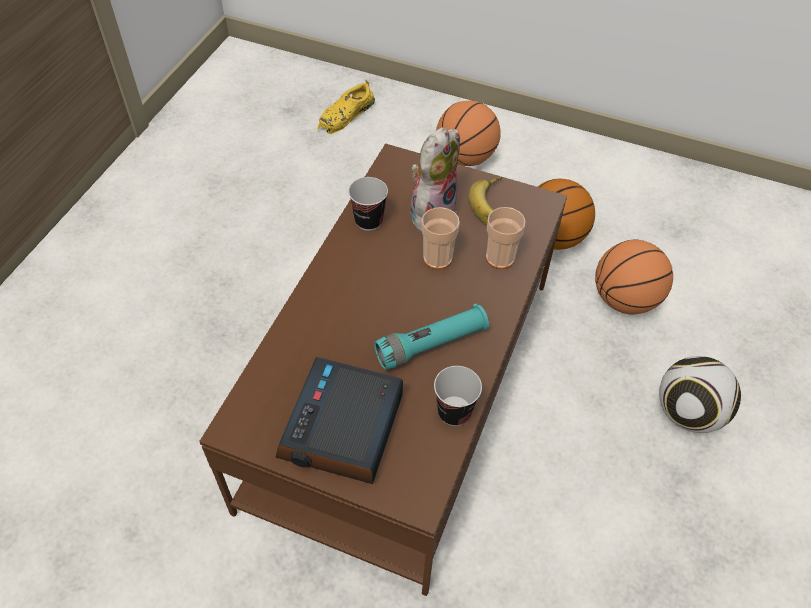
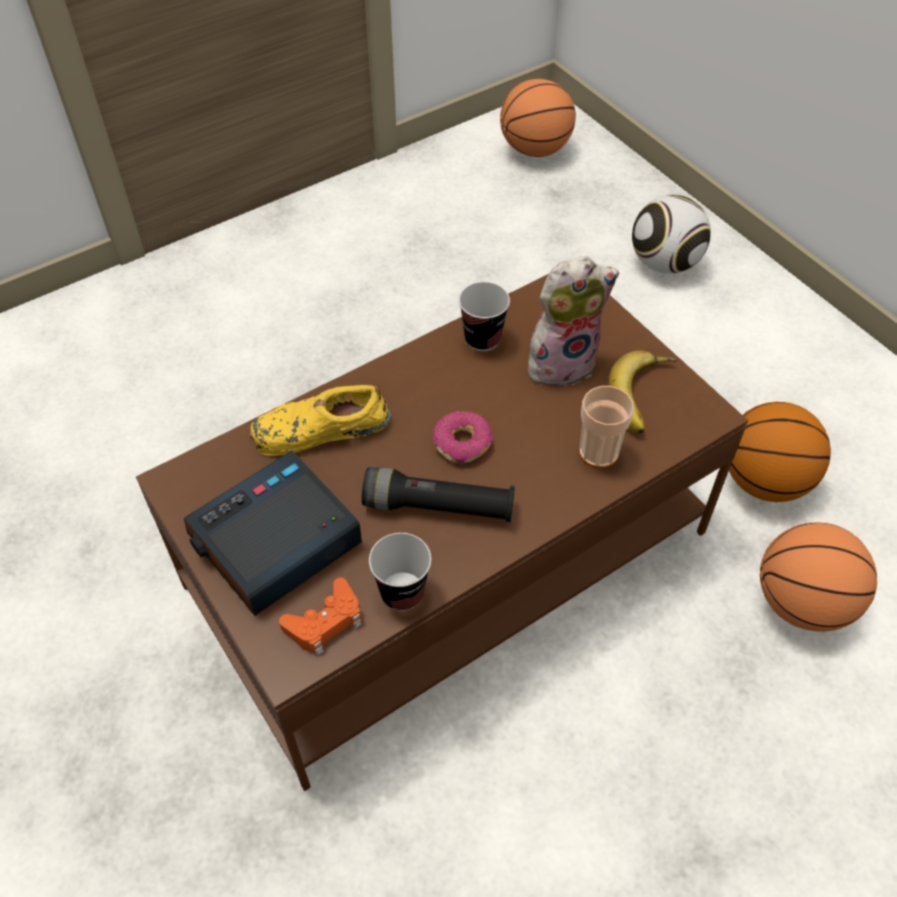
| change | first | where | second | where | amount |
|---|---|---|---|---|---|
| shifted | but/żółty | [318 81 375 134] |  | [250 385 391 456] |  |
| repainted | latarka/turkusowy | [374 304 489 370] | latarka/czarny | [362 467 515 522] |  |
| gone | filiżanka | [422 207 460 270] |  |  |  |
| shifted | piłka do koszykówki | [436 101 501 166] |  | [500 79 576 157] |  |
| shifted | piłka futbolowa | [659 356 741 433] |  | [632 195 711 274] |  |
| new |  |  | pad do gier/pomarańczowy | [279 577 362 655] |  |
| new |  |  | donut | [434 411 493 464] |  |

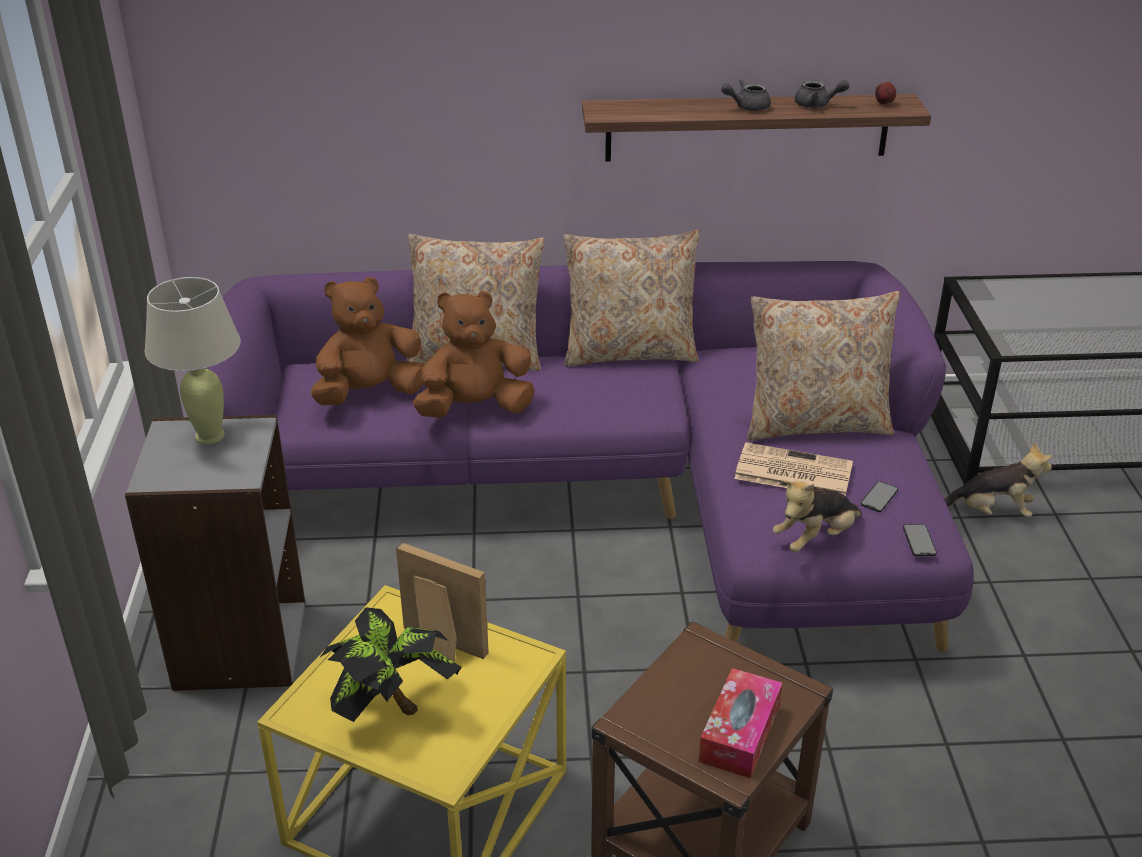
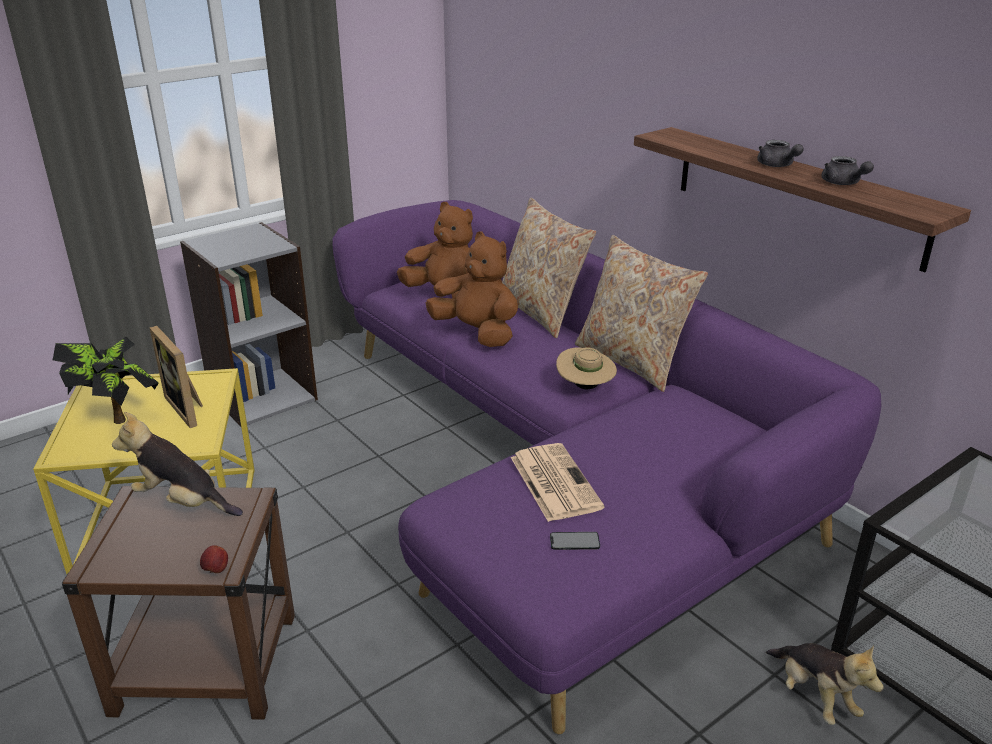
| change | first | where | second | where | amount |
|---|---|---|---|---|---|
| gone | lampa stołowa/beżowy | [144 277 241 444] |  |  |  |
| rotated | ramka na zdjęcie | [396 542 489 662] |  | [150 326 203 428] | 150 degrees clockwise |
| gone | pudełko chusteczek | [699 668 782 778] |  |  |  |
| rotated | imbryk/szary | [721 79 771 111] |  | [757 140 804 167] | 150 degrees counterclockwise |
| gone | poduszka/beżowy | [747 291 900 441] |  |  |  |
| shifted | pluszak | [773 480 862 552] |  | [112 412 243 516] |  |
| shifted | jabłko | [875 82 896 105] |  | [200 545 228 573] |  |
| gone | telefon | [903 524 937 556] |  |  |  |
| new |  |  | kapelusz/beżowy | [556 347 617 389] |  |

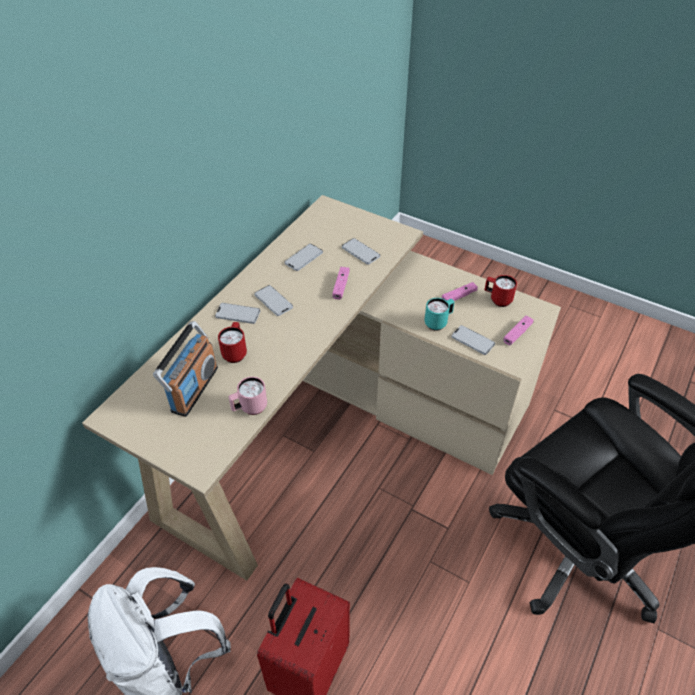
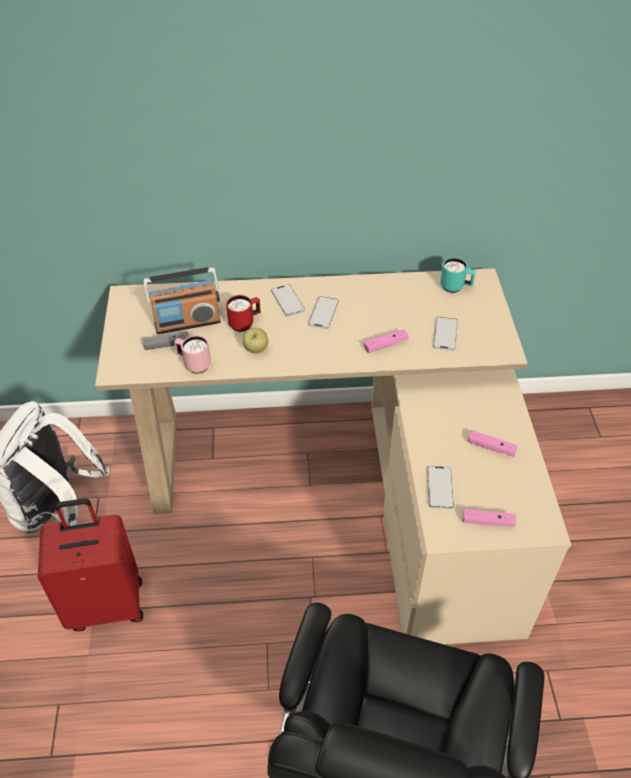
| change | first | where | second | where | amount |
|---|---|---|---|---|---|
| gone | telefon | [284 244 323 271] |  |  |  |
| shifted | kubek/turkusowy | [425 298 455 331] |  | [440 258 476 293] |  |
| gone | kubek/czerwony | [484 275 517 307] |  |  |  |
| new |  |  | pad do gier/szary | [143 331 189 350] |  |
| new |  |  | jabłko | [243 328 268 353] |  |

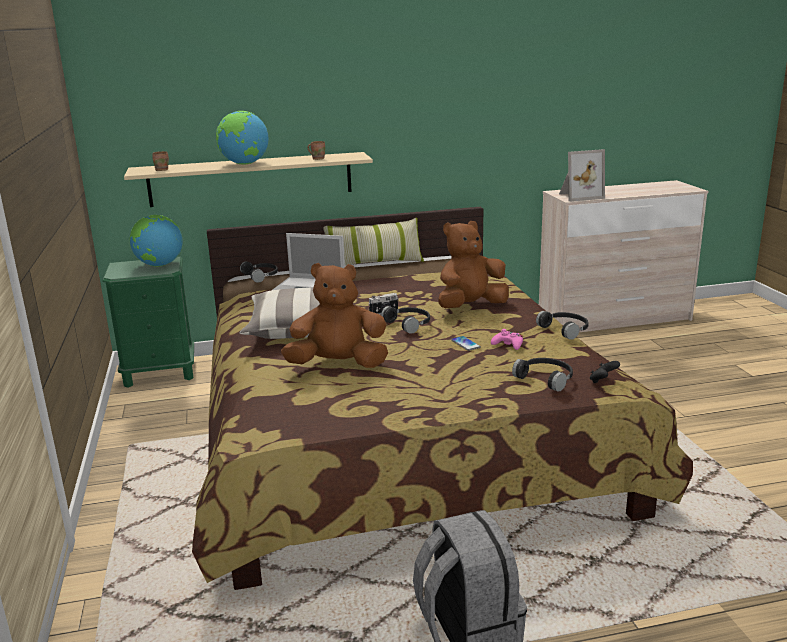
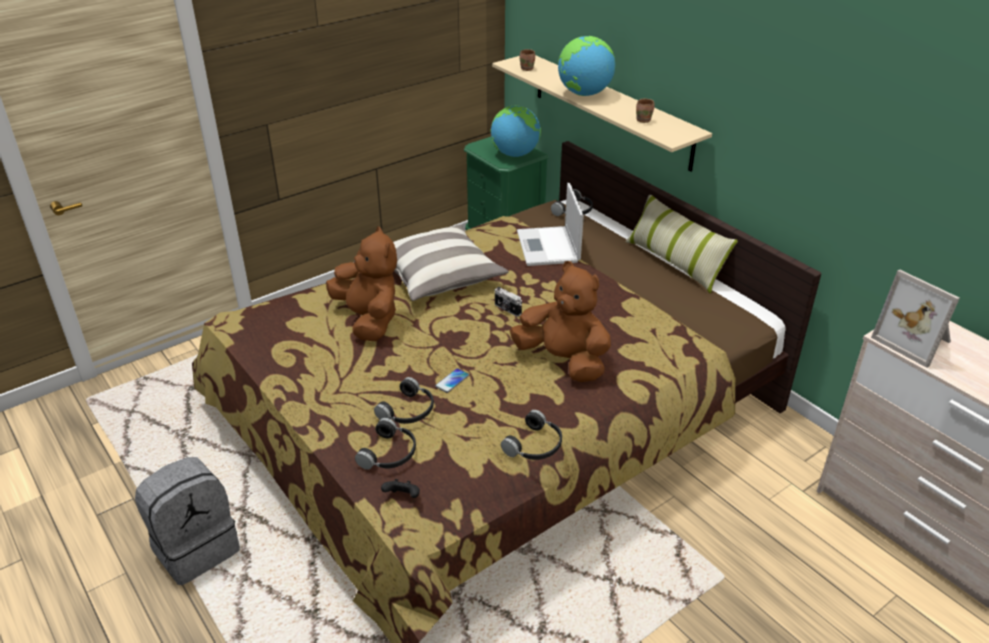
| change | first | where | second | where | amount |
|---|---|---|---|---|---|
| shifted | słuchawki/czarny | [381 306 430 334] |  | [374 377 434 424] |  |
| gone | pad do gier/różowy | [491 329 523 350] |  |  |  |

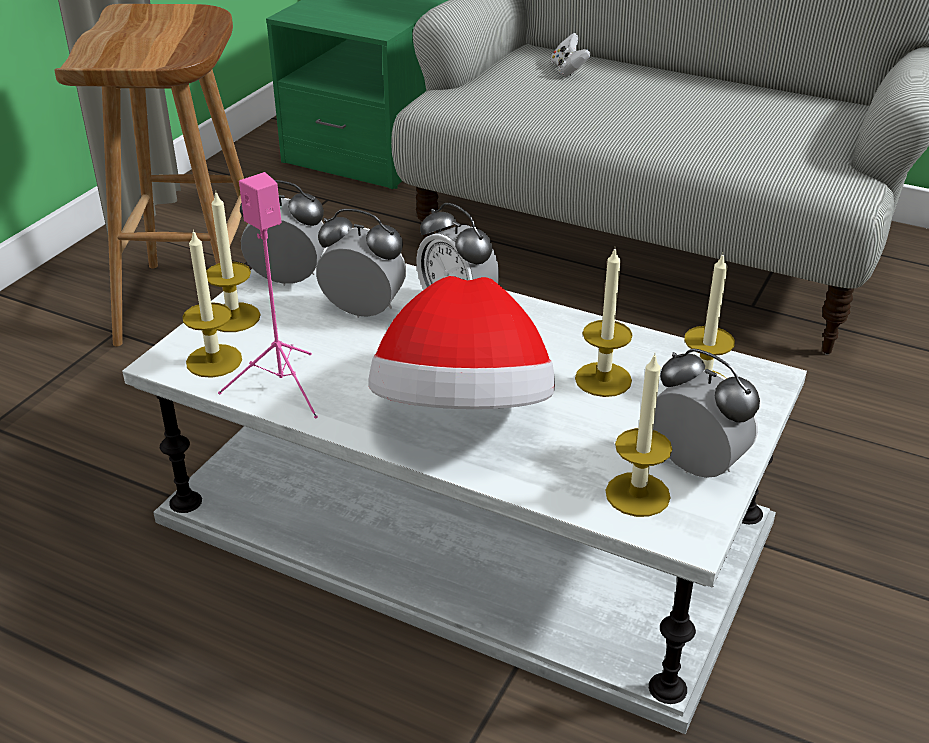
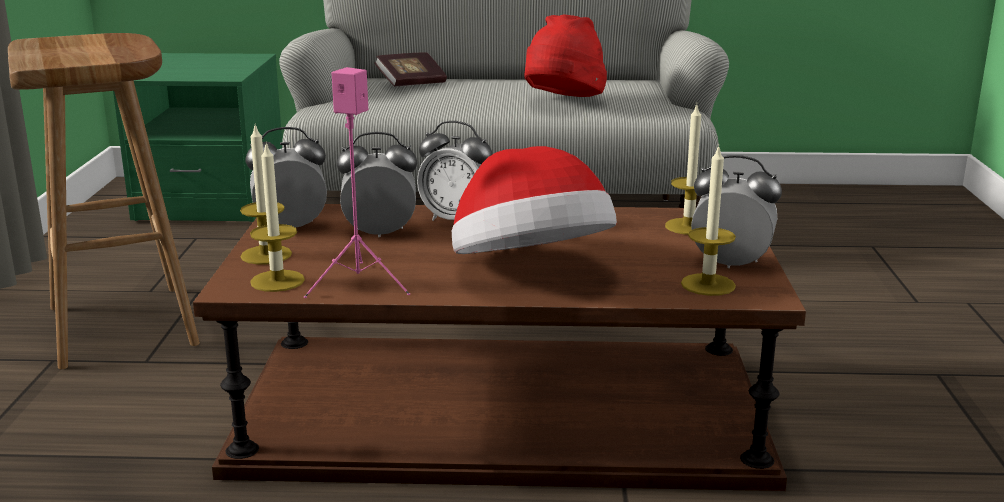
| change | first | where | second | where | amount |
|---|---|---|---|---|---|
| repainted | ława/biały | [122 247 807 734] | ława/brązowy | [193 204 806 491] |  |
| swapped | pad do gier/biały | [551 33 591 77] | książka | [375 52 447 87] |  |
| gone | świeca | [575 246 633 397] |  |  |  |
| new |  |  | kapelusz/czerwony | [524 15 607 97] |  |

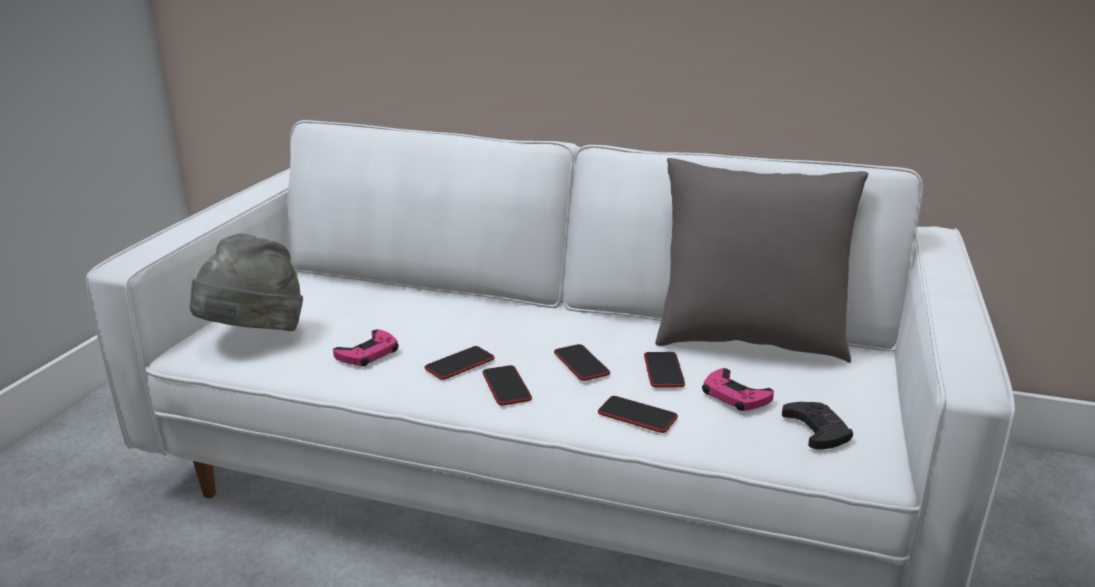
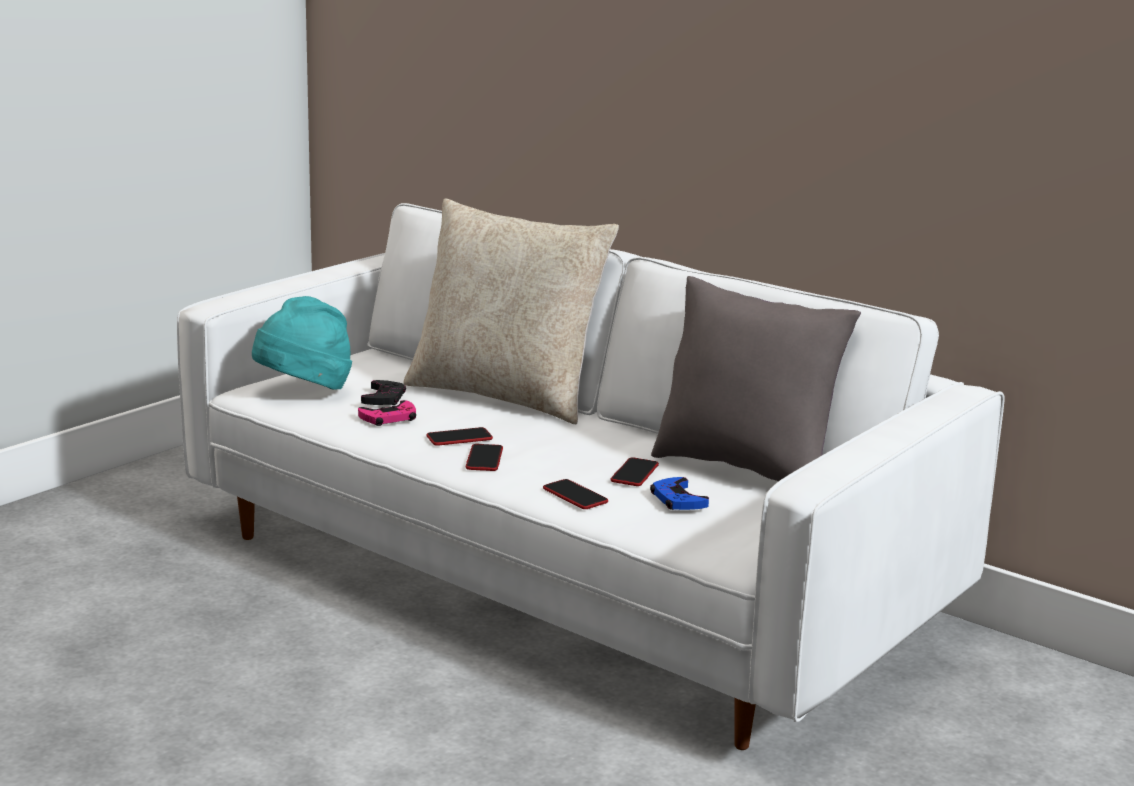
| change | first | where | second | where | amount |
|---|---|---|---|---|---|
| repainted | kapelusz/szary | [190 234 303 331] | kapelusz/turkusowy | [252 296 352 390] |  |
| gone | telefon | [554 344 610 381] |  |  |  |
| repainted | pad do gier/różowy | [702 368 774 411] | pad do gier/niebieski | [650 477 709 510] |  |
| shifted | pad do gier/czarny | [782 402 853 450] |  | [361 380 406 405] |  |
| new |  |  | poduszka/beżowy | [403 199 619 424] |  |

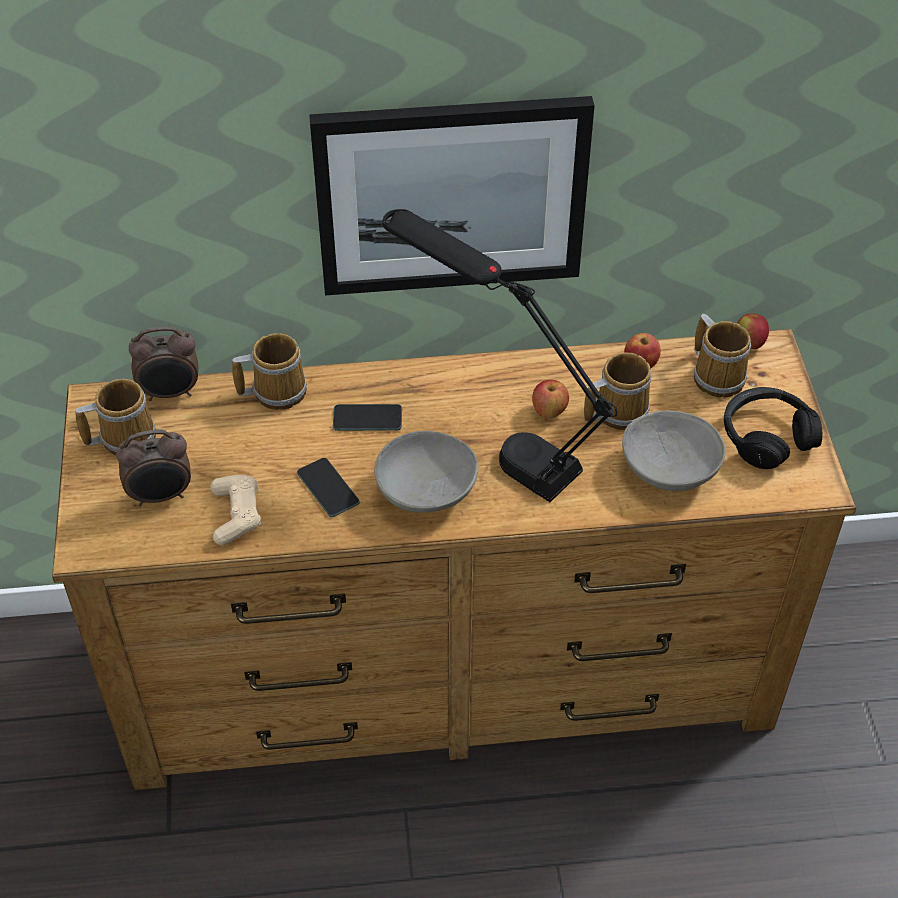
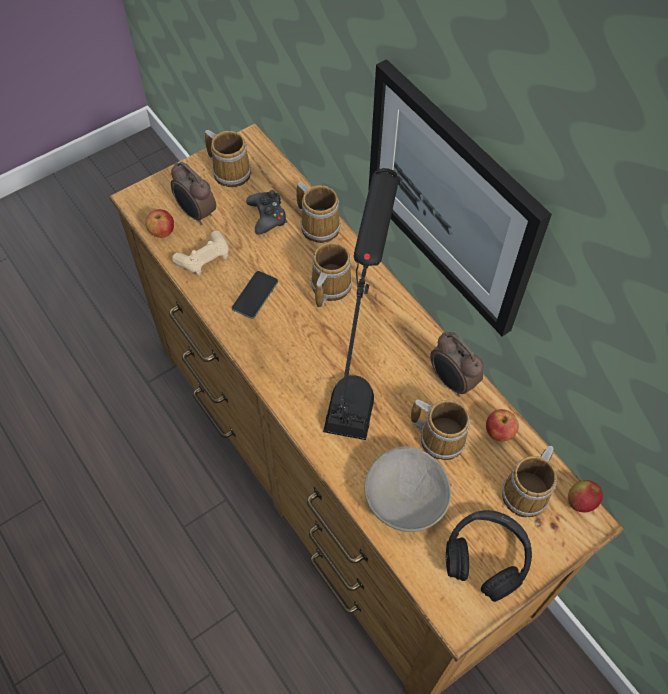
| change | first | where | second | where | amount |
|---|---|---|---|---|---|
| shifted | budzik | [129 326 198 401] |  | [430 332 484 396] |  |
| swapped | telefon | [333 404 402 431] | kubek | [311 242 353 308] |  |
| gone | miska/szary | [374 431 478 513] |  |  |  |
| shifted | jabłko | [532 380 569 419] |  | [145 209 174 238] |  |
| new |  |  | pad do gier/czarny | [246 190 287 235] |  |

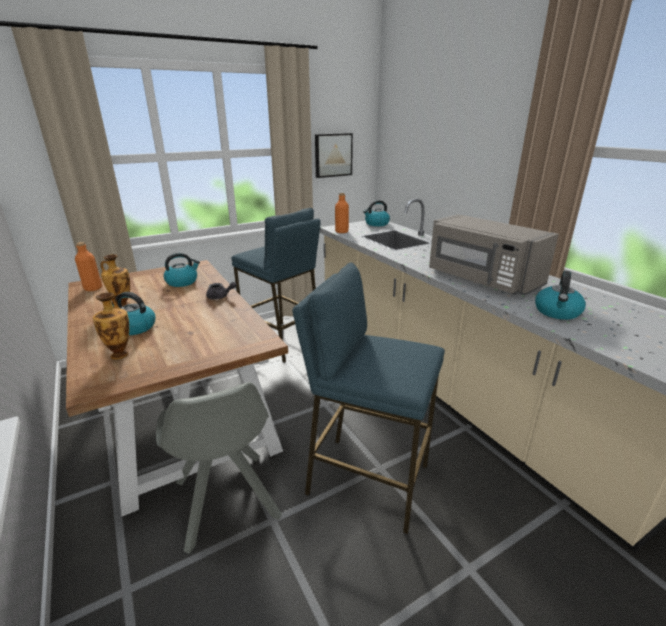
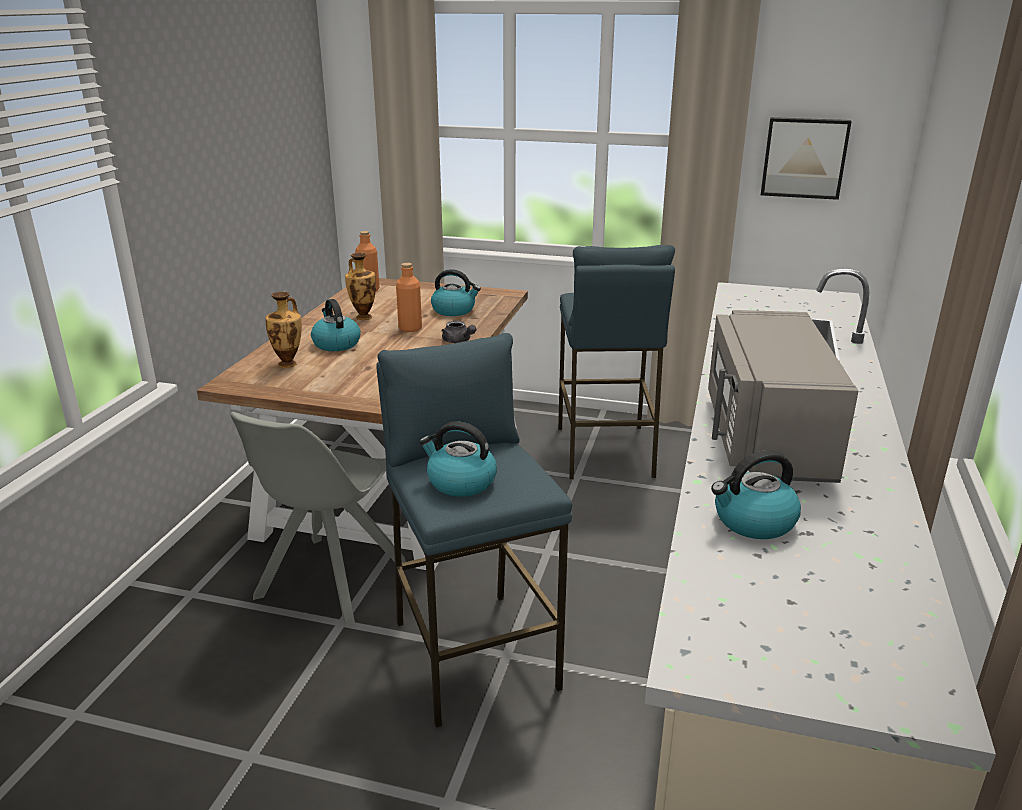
| change | first | where | second | where | amount |
|---|---|---|---|---|---|
| shifted | butelka/pomarańczowy | [335 193 349 233] |  | [396 263 422 332] |  |
| shifted | czajnik | [363 200 390 226] |  | [419 421 497 497] |  |

